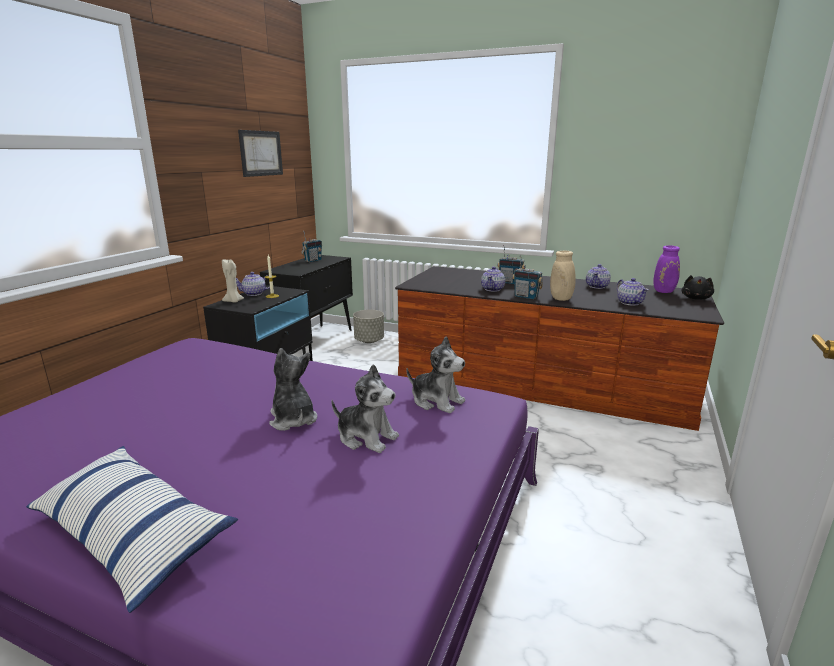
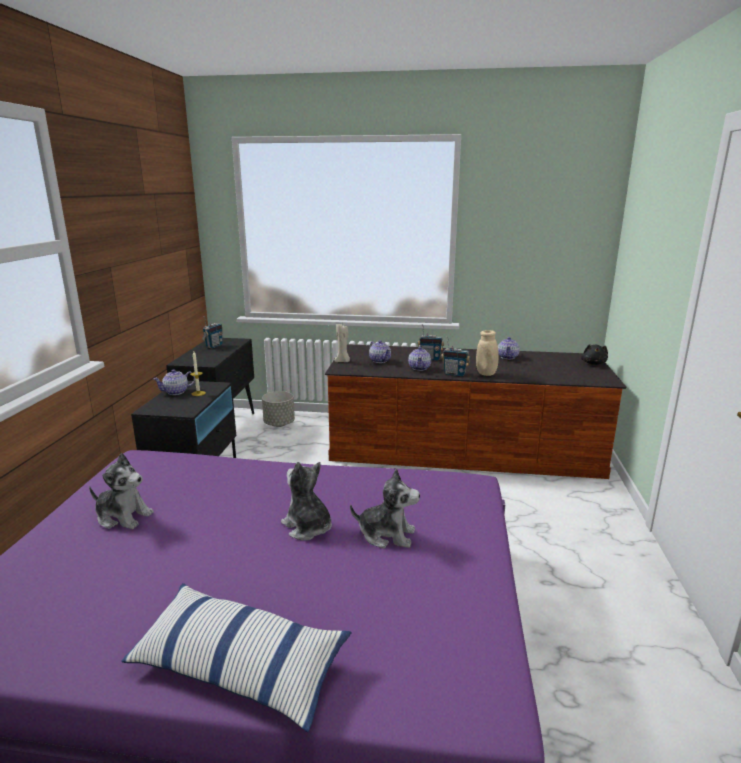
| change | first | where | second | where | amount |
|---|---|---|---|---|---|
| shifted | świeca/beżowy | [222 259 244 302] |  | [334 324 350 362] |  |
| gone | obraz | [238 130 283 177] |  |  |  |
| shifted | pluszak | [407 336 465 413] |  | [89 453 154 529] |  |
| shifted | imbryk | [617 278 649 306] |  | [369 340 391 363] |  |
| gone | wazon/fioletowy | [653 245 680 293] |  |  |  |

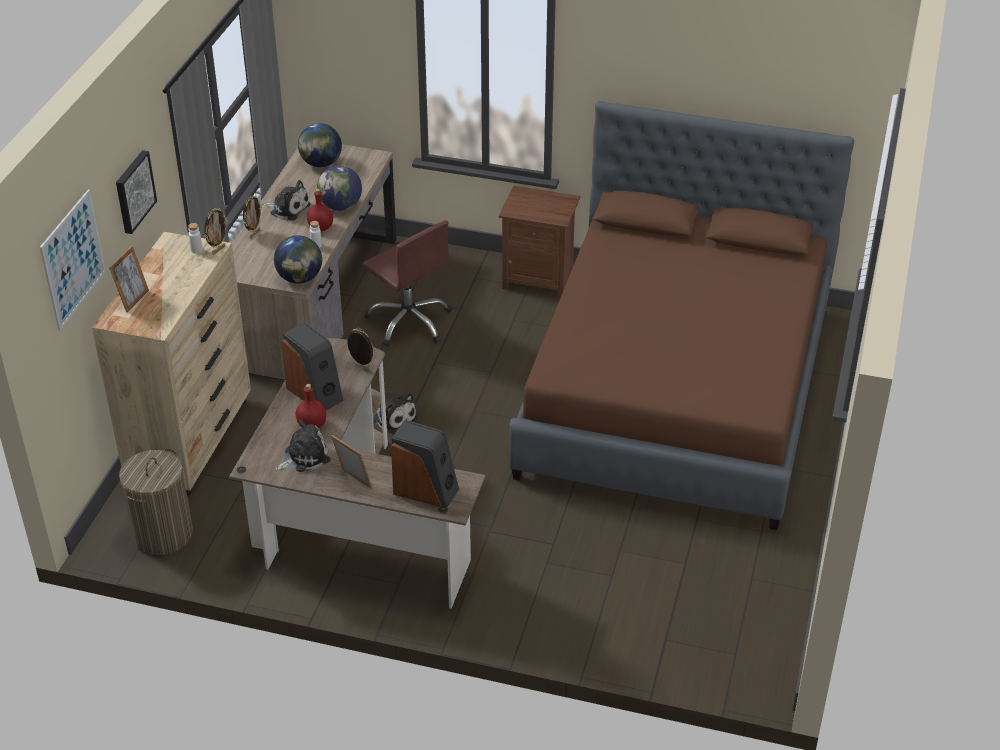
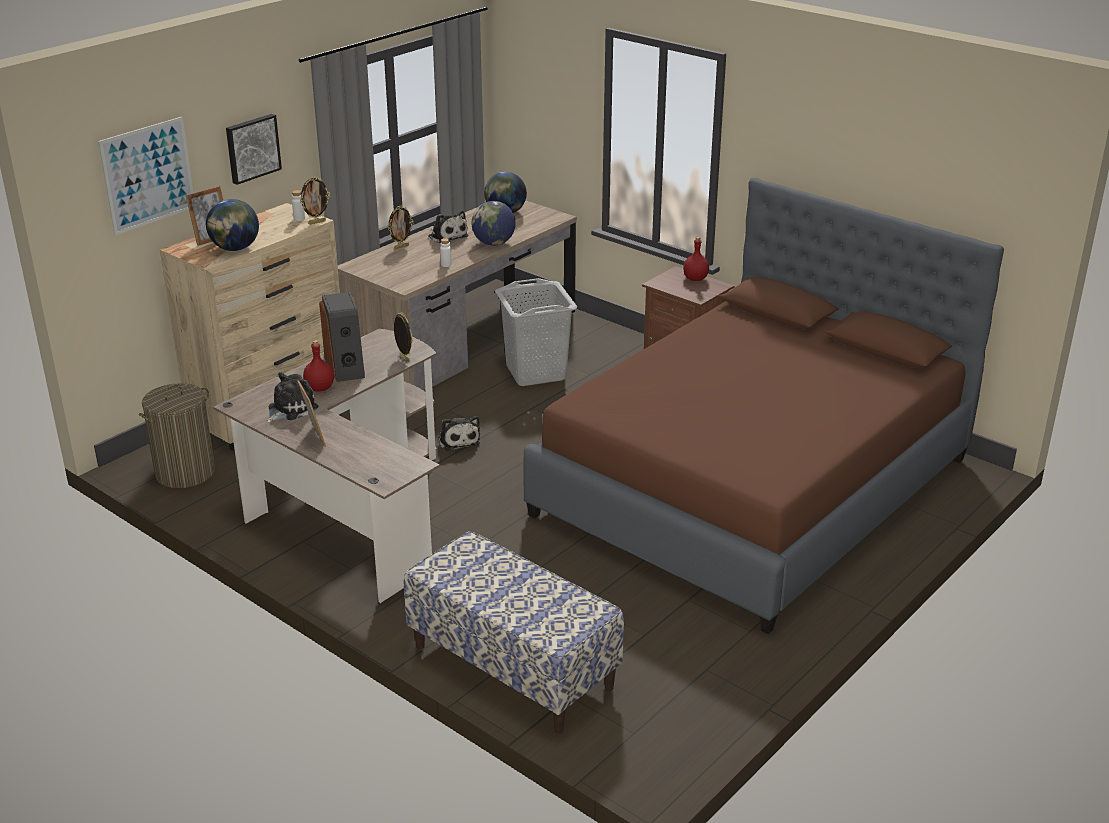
| change | first | where | second | where | amount |
|---|---|---|---|---|---|
| shifted | globus | [274 235 322 284] |  | [206 199 259 251] |  |
| rotated | pluszak | [276 420 330 472] |  | [266 372 318 423] | 45 degrees counterclockwise |
| shifted | butelka/czerwony | [307 189 333 231] |  | [683 237 709 281] |  |
| swapped | krzesło biurowe/brązowy | [362 220 452 347] | kosz na pranie/szary | [495 278 577 386] |  |
| gone | głośnik | [391 420 459 508] |  |  |  |
| new |  |  | ławka | [404 531 624 733] |  |

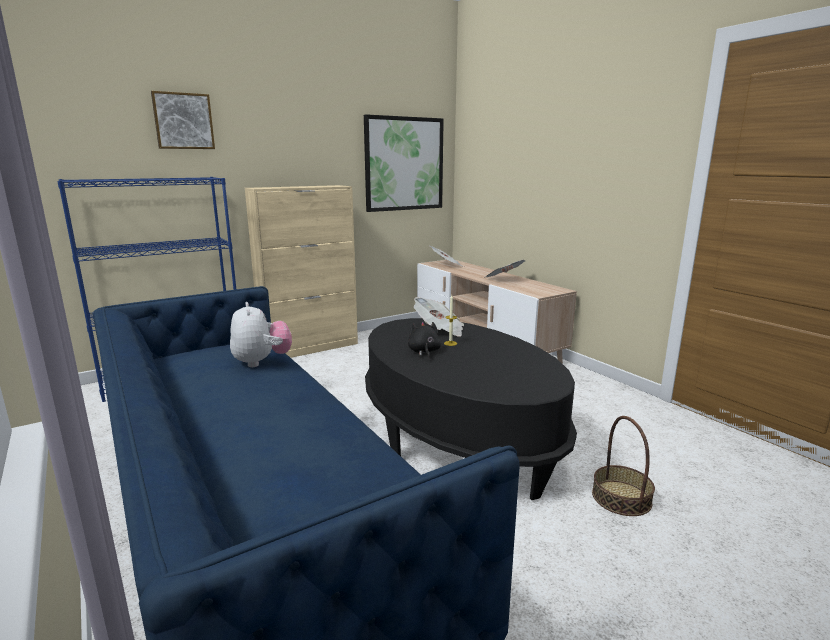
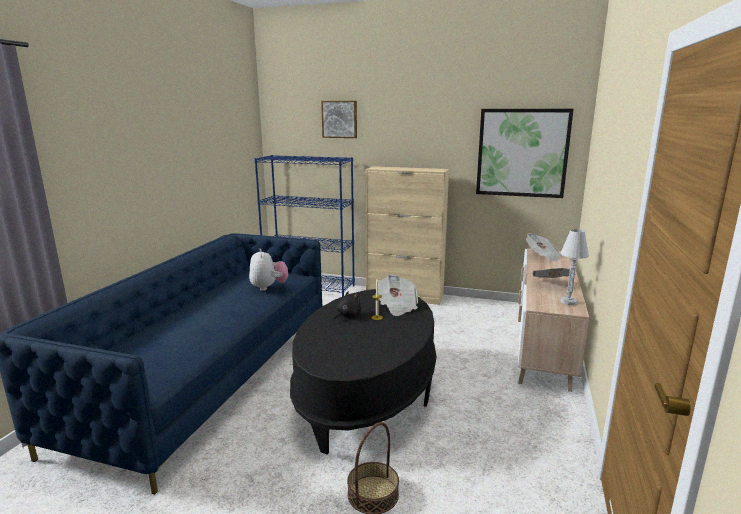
| change | first | where | second | where | amount |
|---|---|---|---|---|---|
| rotated | pluszak | [230 302 292 367] |  | [249 249 288 291] | 45 degrees counterclockwise |
| new |  |  | lampa stołowa/biały | [560 229 589 305] |  |

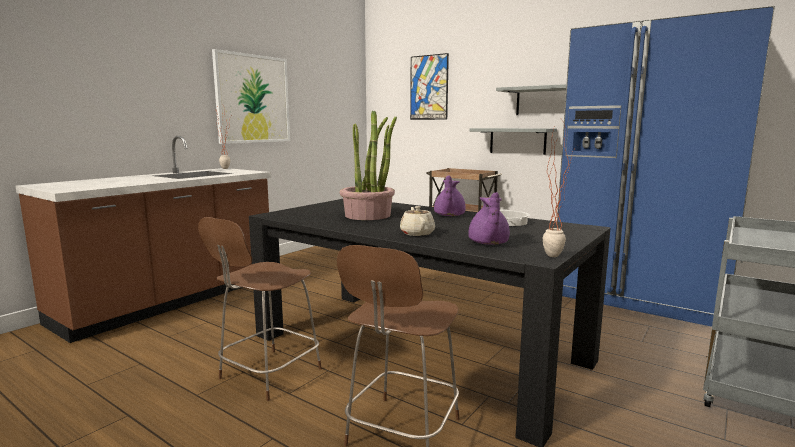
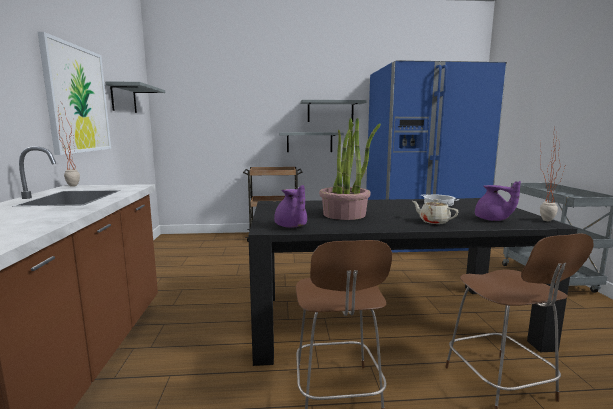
| change | first | where | second | where | amount |
|---|---|---|---|---|---|
| gone | obraz | [410 53 449 120] |  |  |  |
| shifted | imbryk/fioletowy | [434 175 466 216] |  | [274 185 307 228] |  |
| new |  |  | półka/szary | [105 81 165 113] |  |

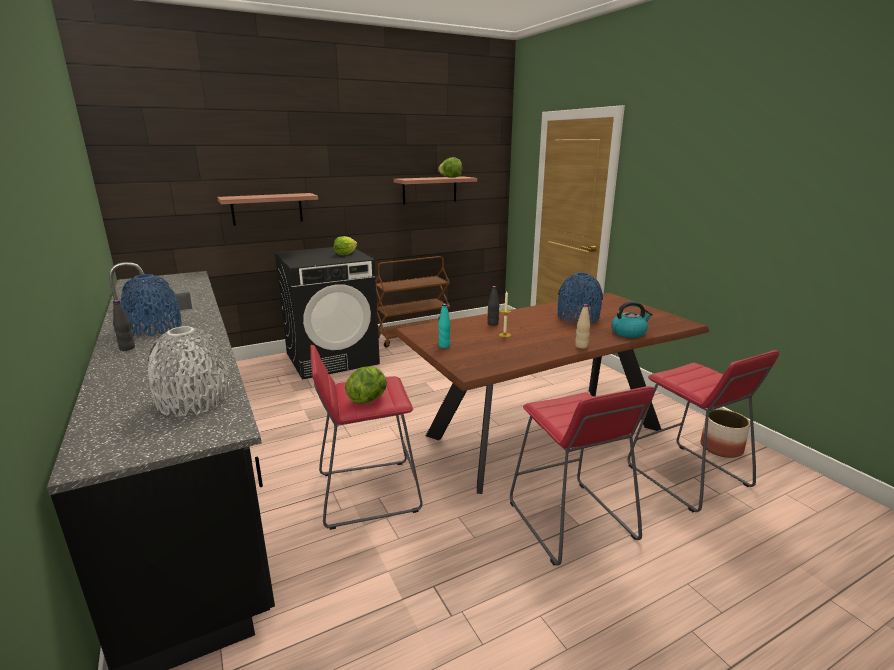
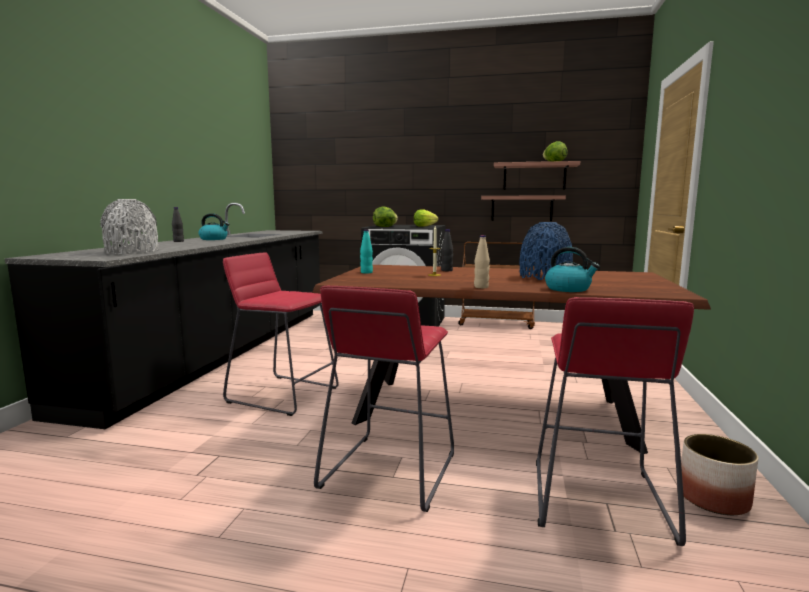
| change | first | where | second | where | amount |
|---|---|---|---|---|---|
| swapped | wazon/niebieski | [120 274 182 336] | czajnik | [199 213 230 240] |  |
| shifted | półka | [217 193 318 226] |  | [481 195 566 221] |  |
| shifted | sałata | [345 366 387 404] |  | [373 207 398 227] |  |

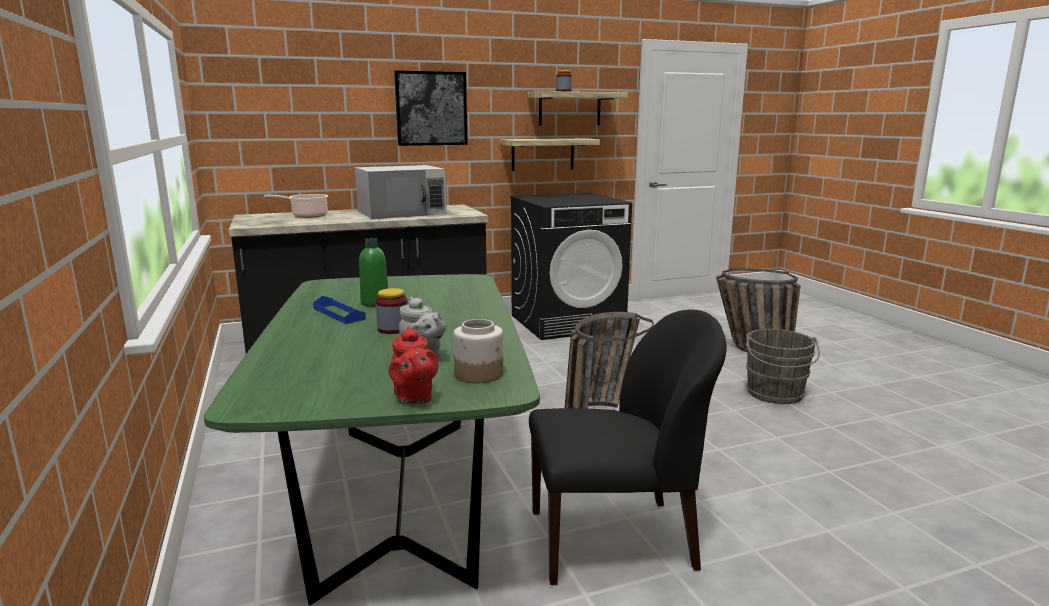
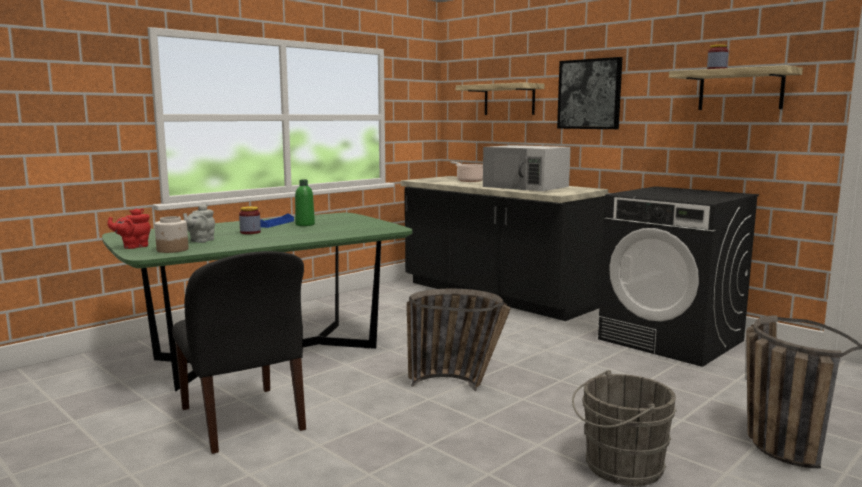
| change | first | where | second | where | amount |
|---|---|---|---|---|---|
| shifted | półka | [500 138 600 171] |  | [456 82 545 115] |  |

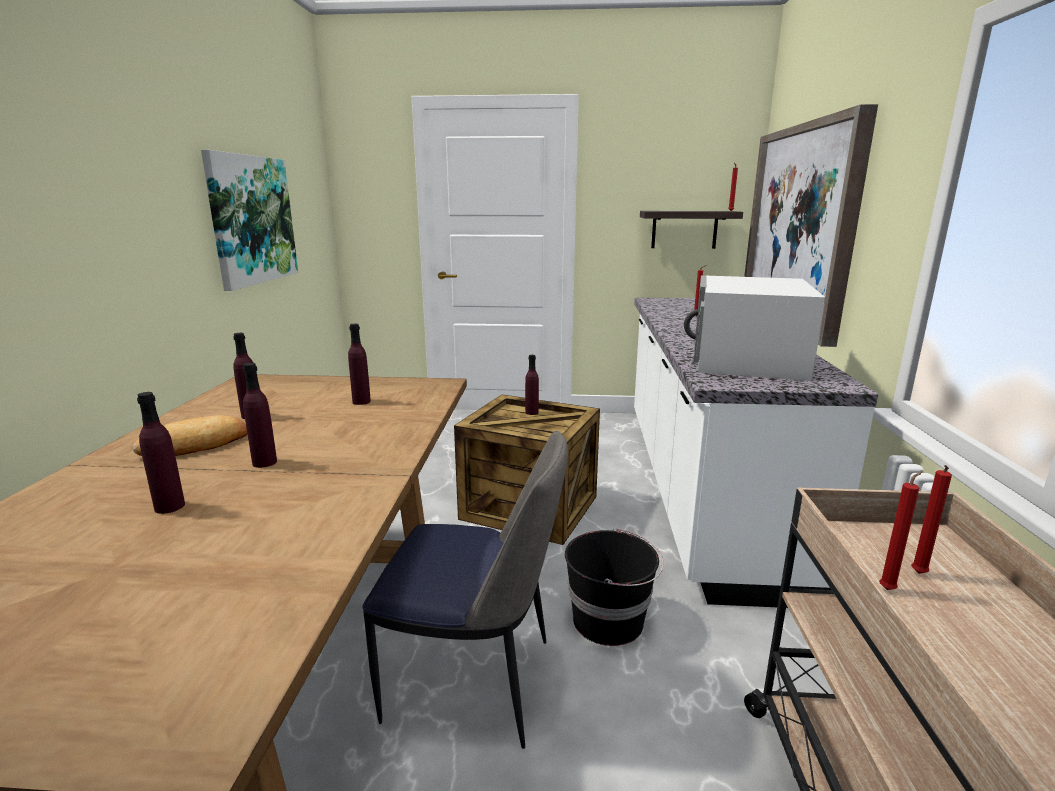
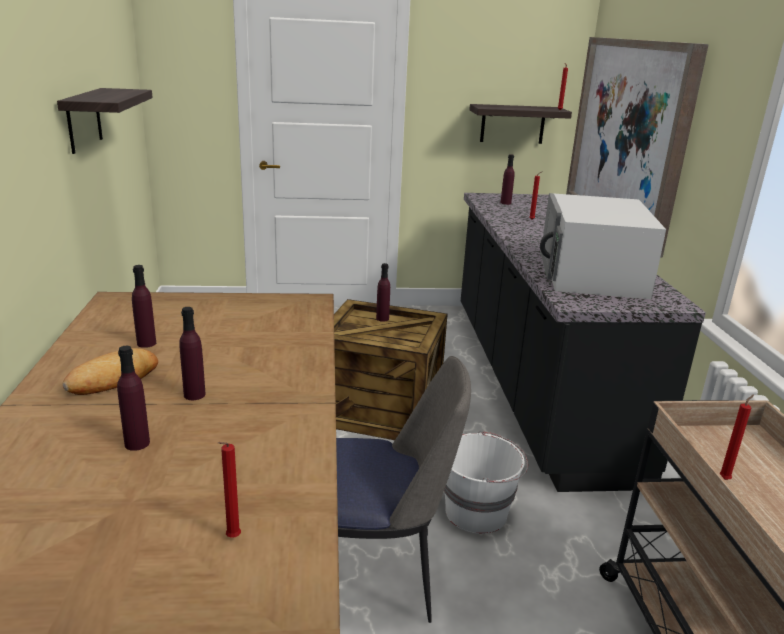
| change | first | where | second | where | amount |
|---|---|---|---|---|---|
| swapped | obraz | [201 150 298 291] | półka | [57 88 153 154] |  |
| shifted | butelka/fioletowy | [348 324 371 405] |  | [501 154 514 205] |  |
| repainted | wiadro/czarny | [565 528 663 646] | wiadro/biały | [444 431 528 534] |  |
| repainted | zabudowa kuchenna/biały | [634 297 878 608] | zabudowa kuchenna/czarny | [461 193 706 492] |  |
| shifted | świeca/czerwony | [911 465 952 574] |  | [218 442 241 538] |  |

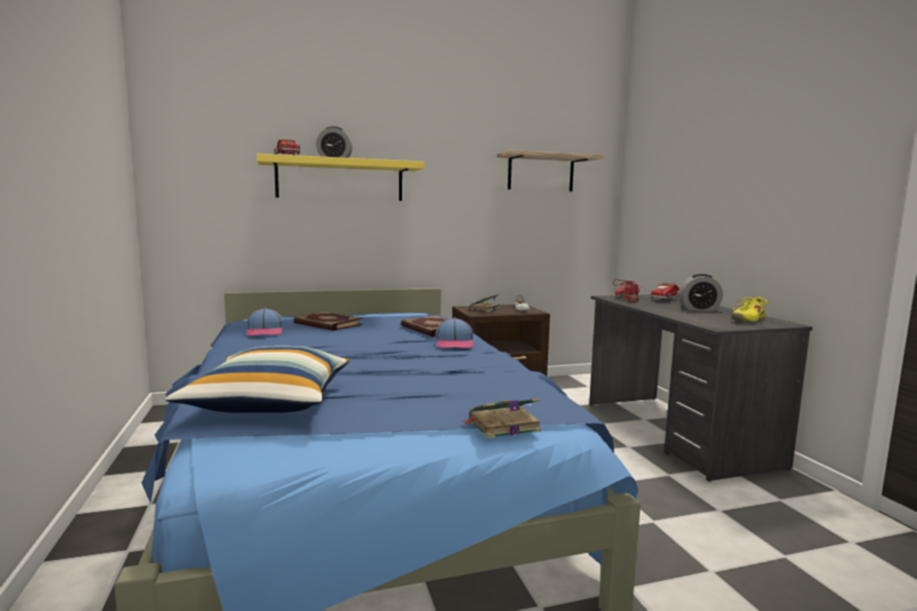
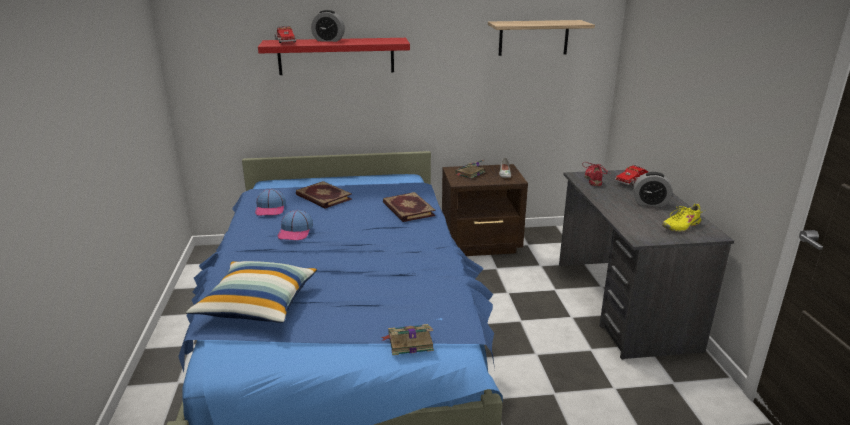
| change | first | where | second | where | amount |
|---|---|---|---|---|---|
| repainted | półka/żółty | [256 153 424 201] | półka/czerwony | [258 38 410 75] |  |
| shifted | czapka z daszkiem | [435 318 473 348] |  | [278 210 313 240] |  |

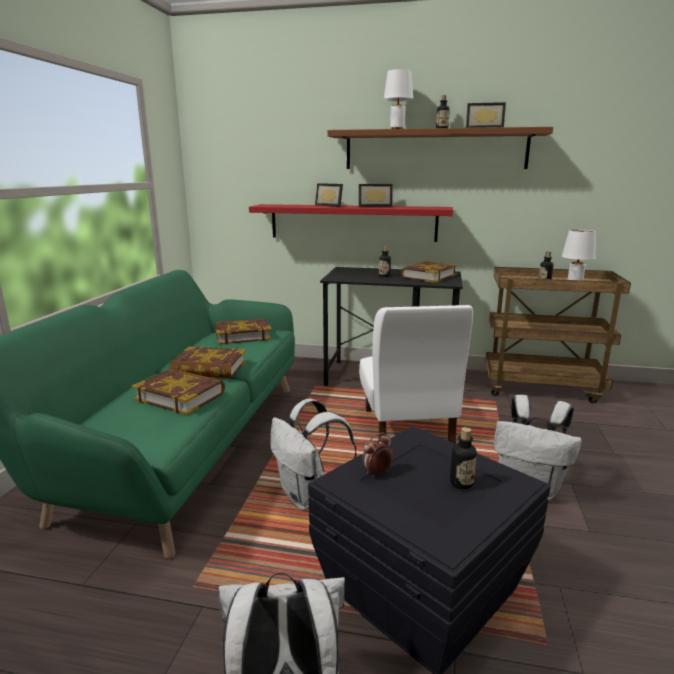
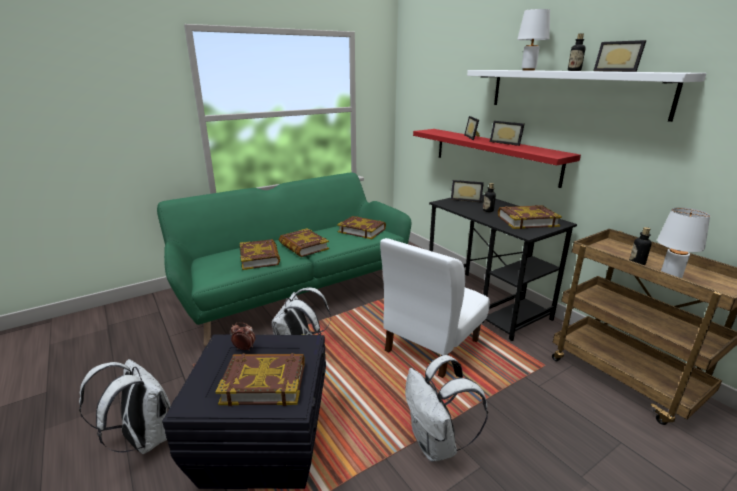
| change | first | where | second | where | amount |
|---|---|---|---|---|---|
| repainted | półka/brązowy | [327 127 553 169] | półka/biały | [467 70 707 122] |  |
| swapped | butelka | [450 427 477 489] | książka | [216 353 305 406] |  |
| new |  |  | ramka na zdjęcie | [451 180 484 202] |  |

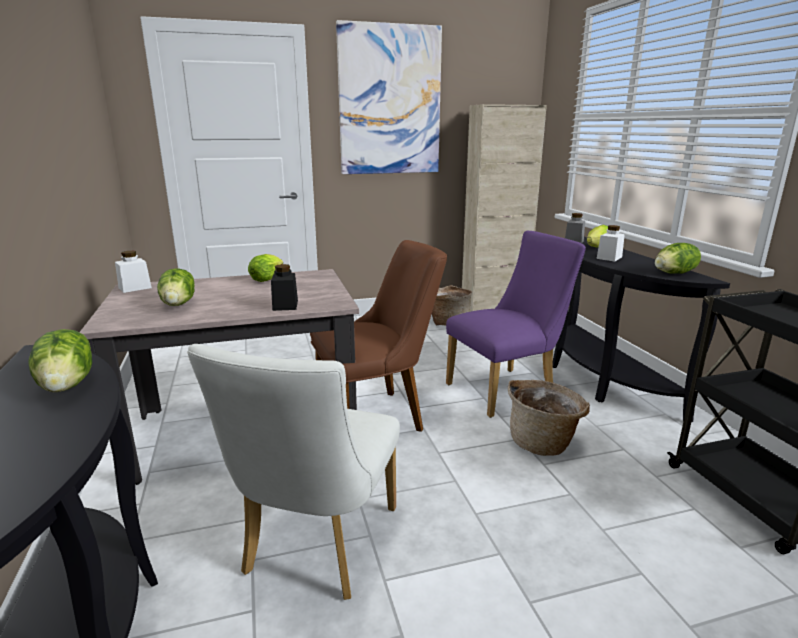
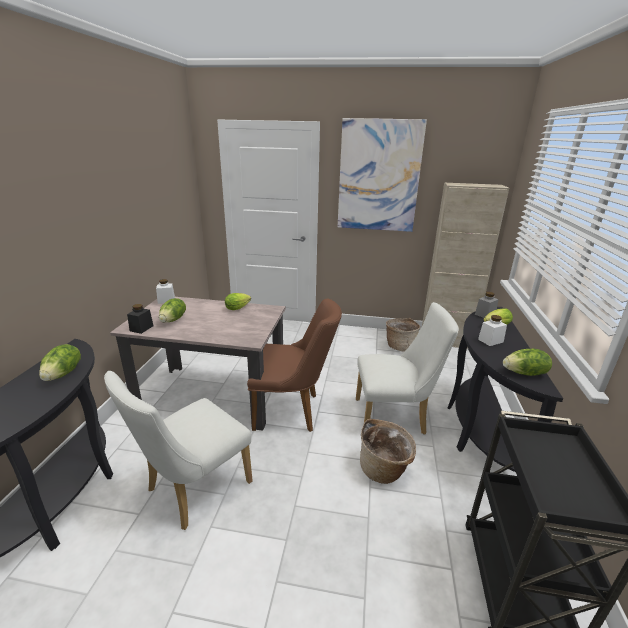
| change | first | where | second | where | amount |
|---|---|---|---|---|---|
| shifted | słoik/czarny | [271 264 298 311] |  | [127 304 154 334] |  |
| repainted | krzesło/fioletowy | [446 231 586 418] | krzesło/biały | [356 302 459 434] |  |

